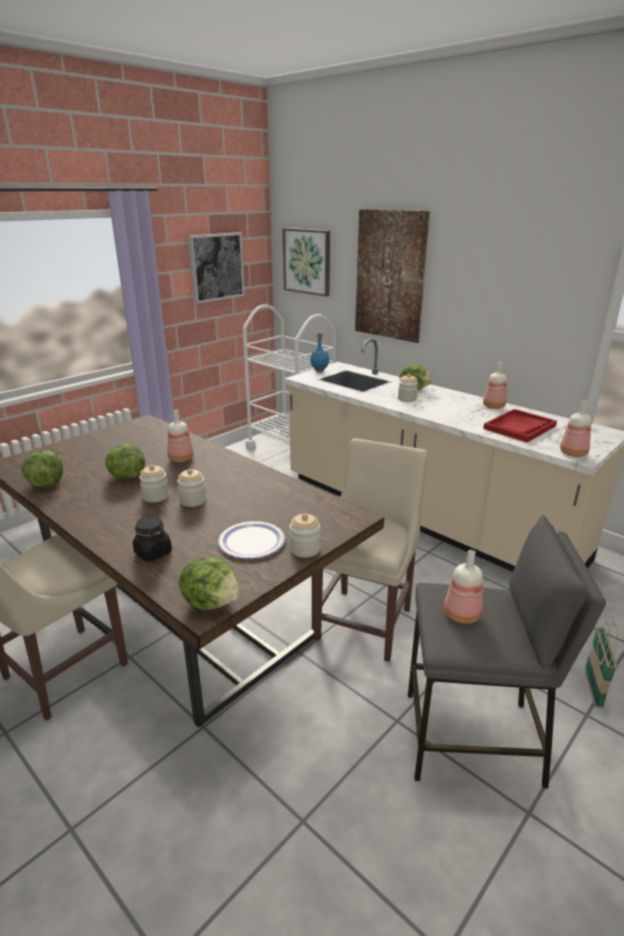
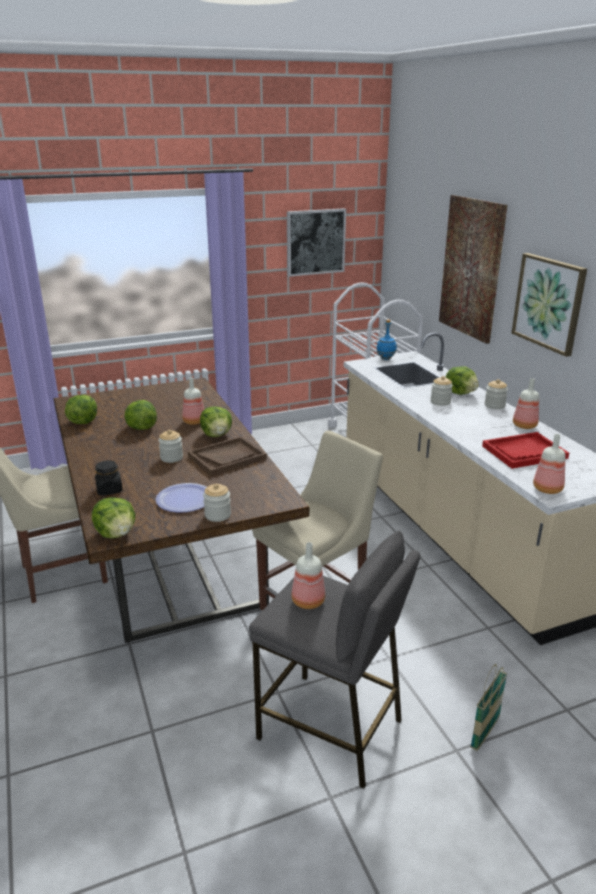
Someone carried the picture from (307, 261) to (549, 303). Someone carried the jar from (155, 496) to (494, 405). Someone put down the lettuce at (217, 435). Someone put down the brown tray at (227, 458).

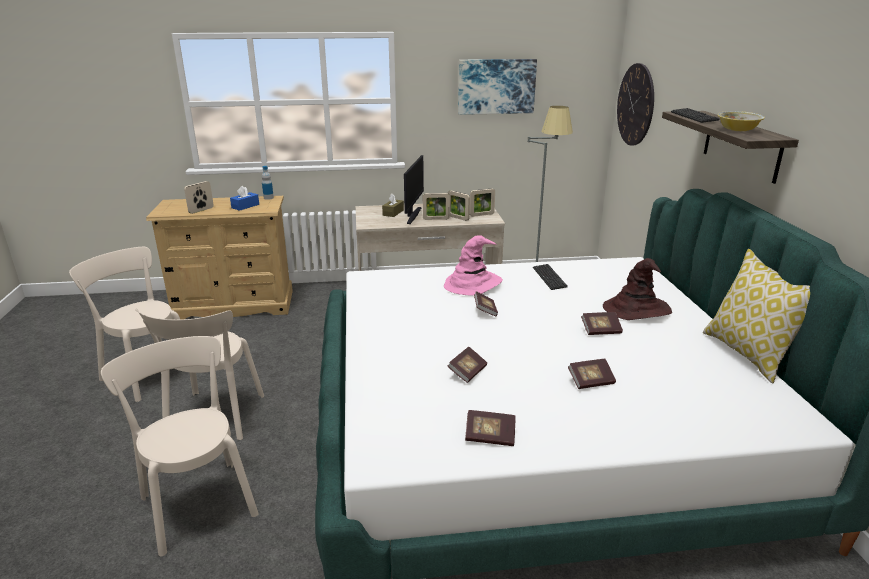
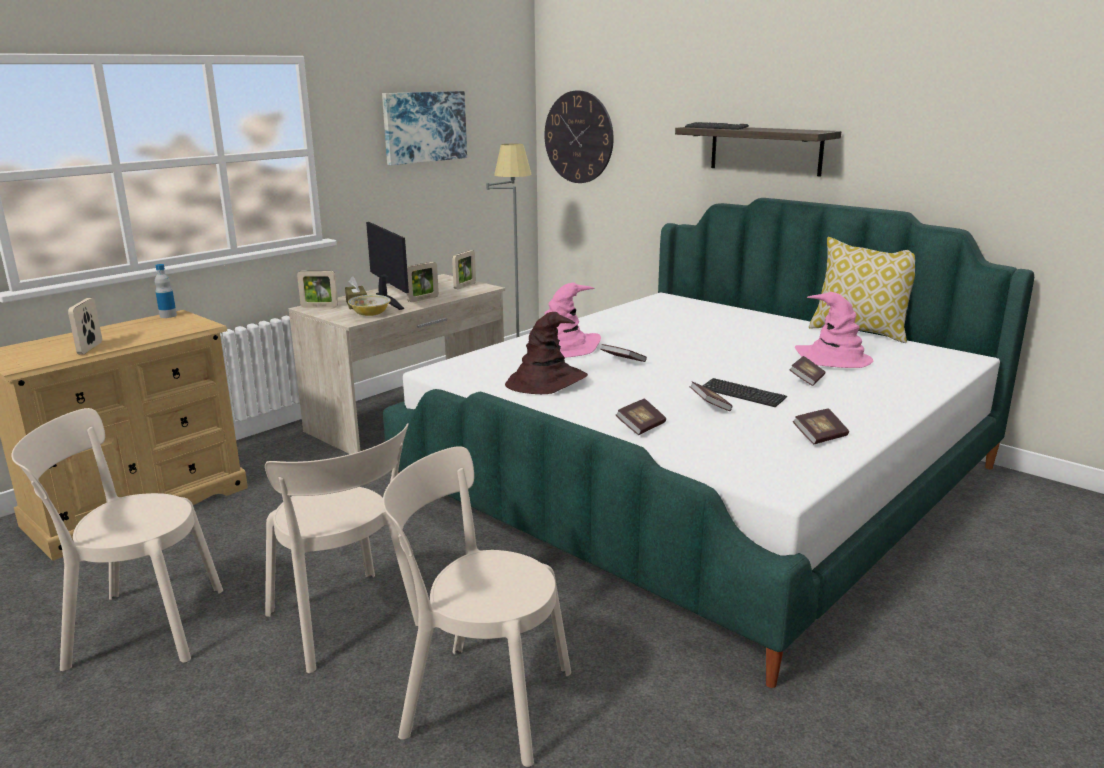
Someone carried the bowl from (737, 130) to (370, 314). Someone took away the blue tissue box at (245, 206). Someone carried the picture frame from (458, 218) to (319, 307). Someone carried the brown hat from (636, 309) to (546, 382). Someone carried the keyboard from (549, 278) to (742, 394). Someone carried the book from (601, 331) to (641, 427). Someone put down the pink hat at (833, 358).

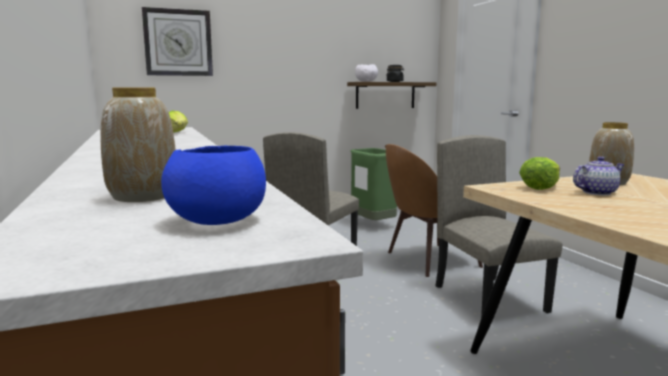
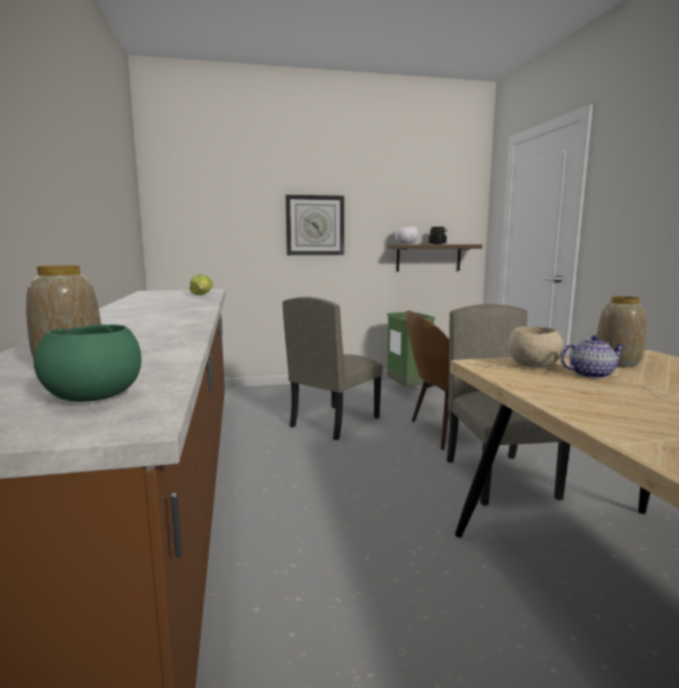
Someone carried the wall clock from (178, 43) to (315, 225). Someone repainted the blue bowl at (218, 220), which became the green bowl at (96, 396). Someone swapped the lettuce at (540, 187) for the beige bowl at (532, 365).

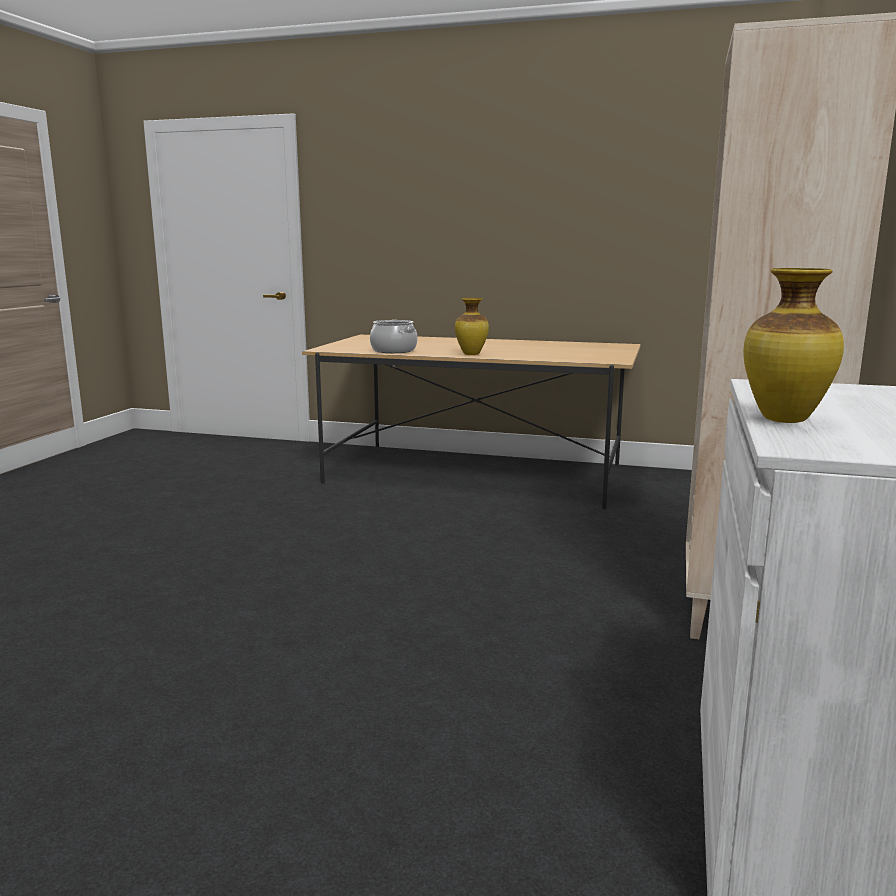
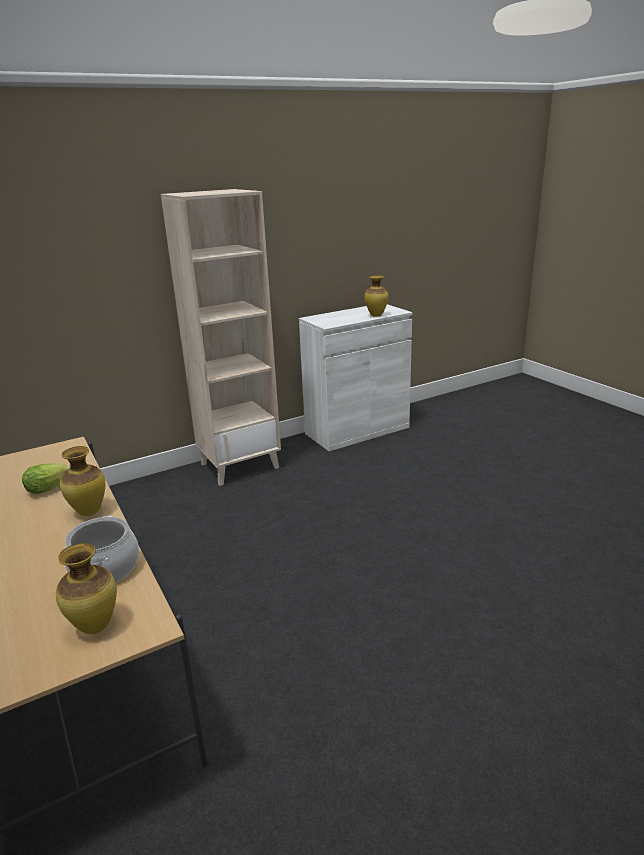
Someone put down the lettuce at (51, 488). Someone put down the vase at (96, 627).

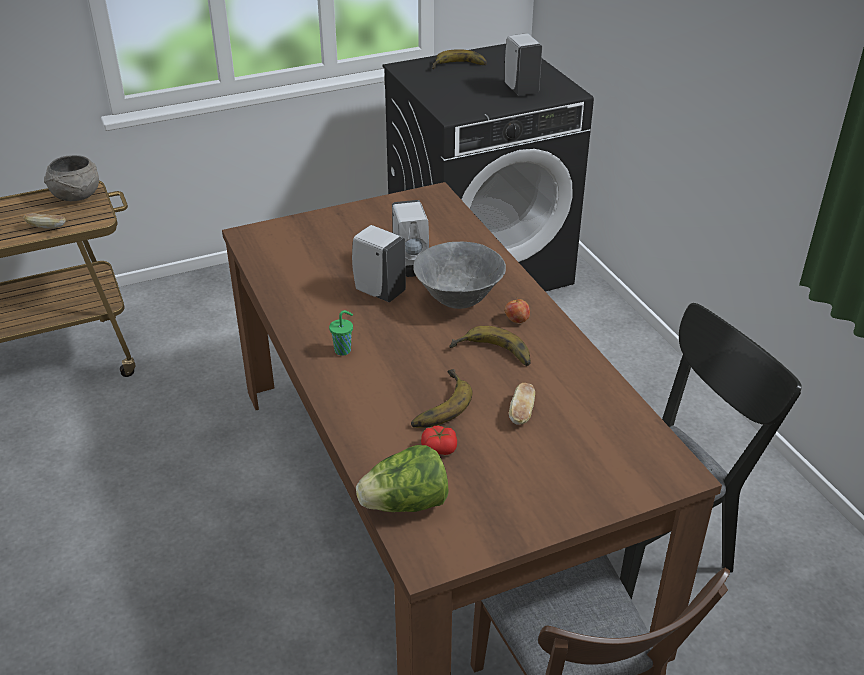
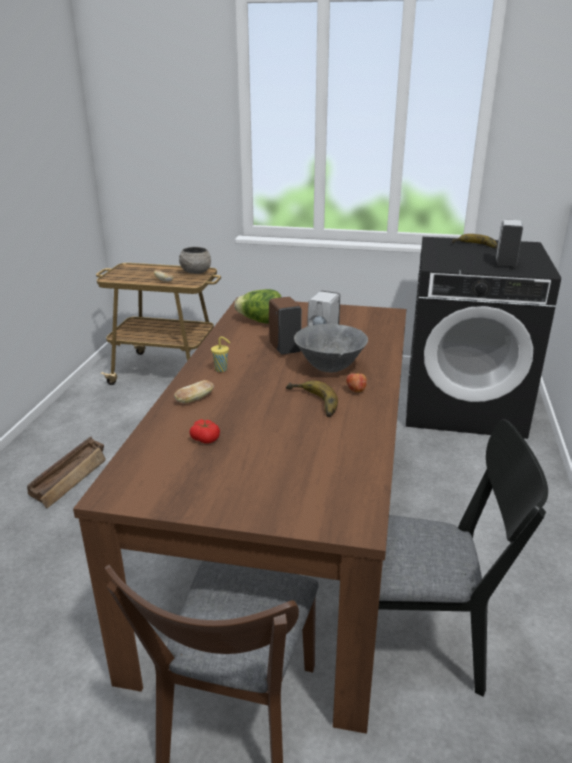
Someone repainted the white soap dispenser at (378, 291), which became the brown soap dispenser at (284, 348). Someone repainted the green cup at (343, 350), which became the yellow cup at (222, 369). Someone took away the banana at (436, 404). Someone carried the bread from (521, 412) to (195, 399). Someone carried the lettuce from (405, 504) to (260, 321). Someone put down the crate at (71, 477).

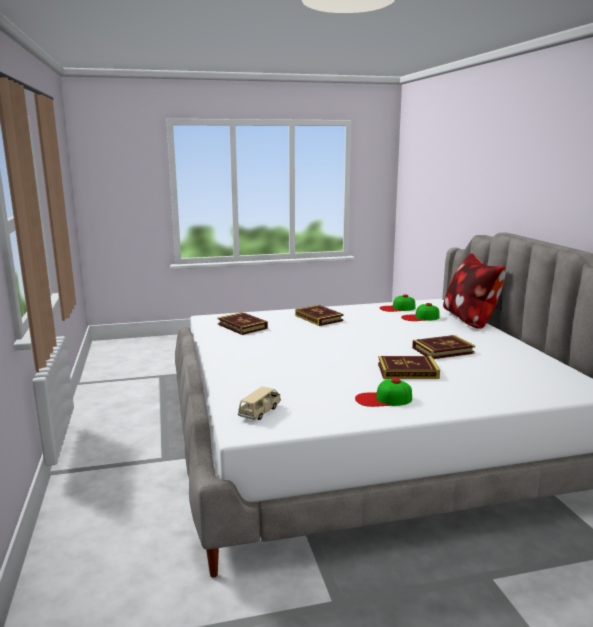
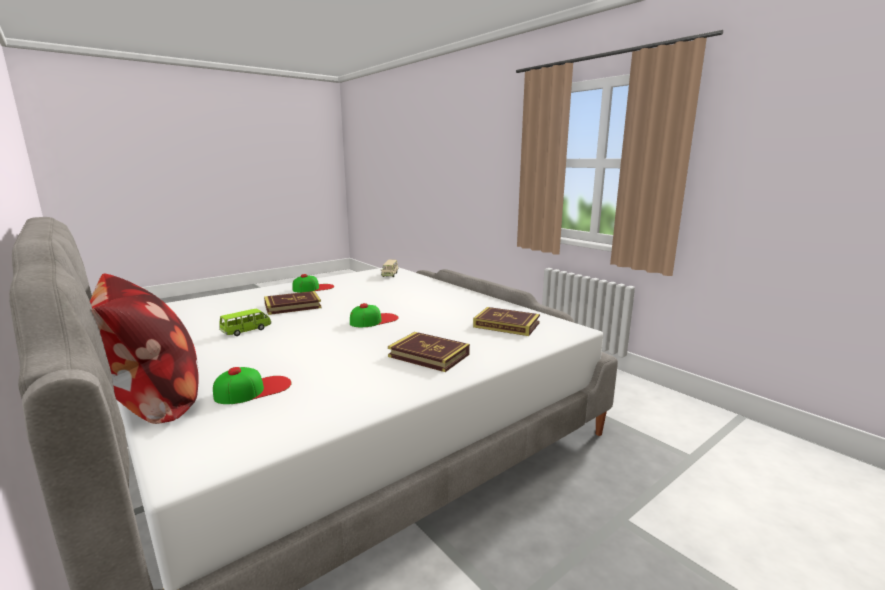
Someone carried the cap from (397, 308) to (374, 320). Someone swapped the book at (442, 350) for the green toy car at (246, 330).

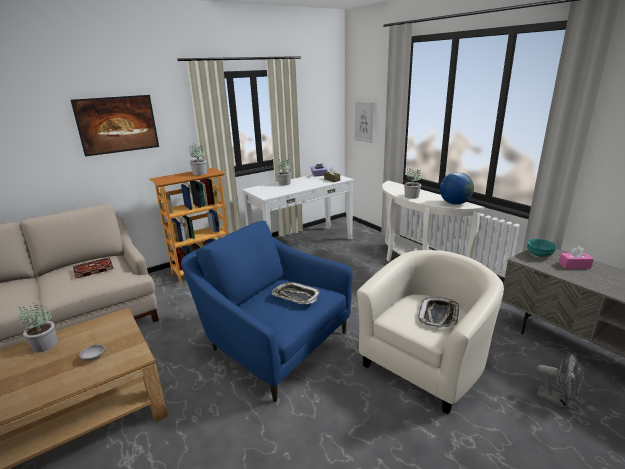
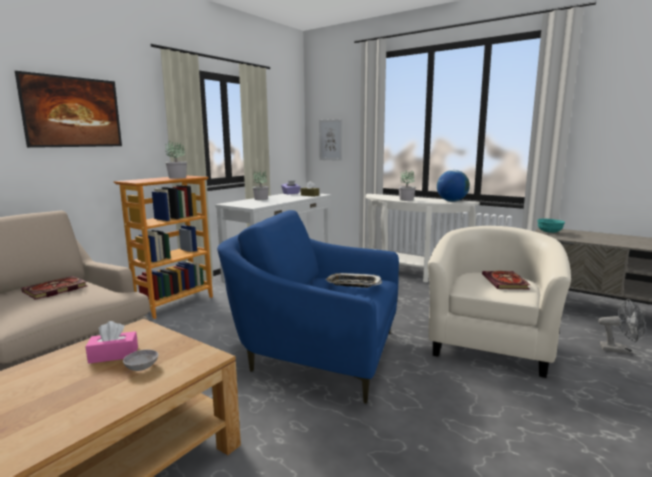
Someone carried the pink tissue box from (574, 265) to (113, 355). Someone swapped the tray at (439, 315) for the book at (506, 282). Someone took away the potted plant at (44, 345).

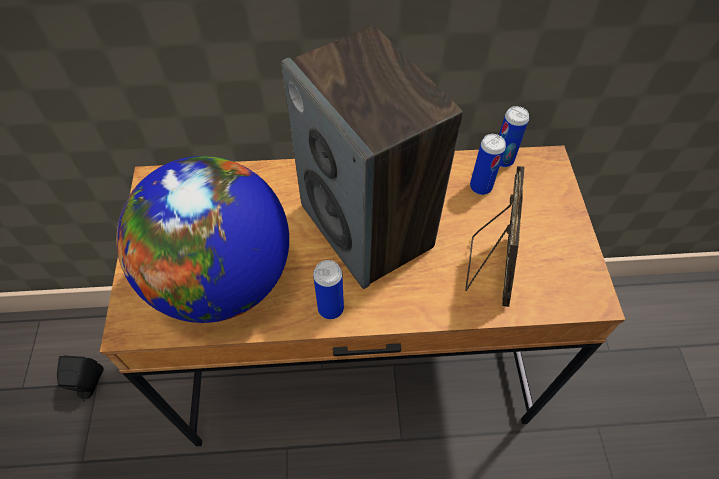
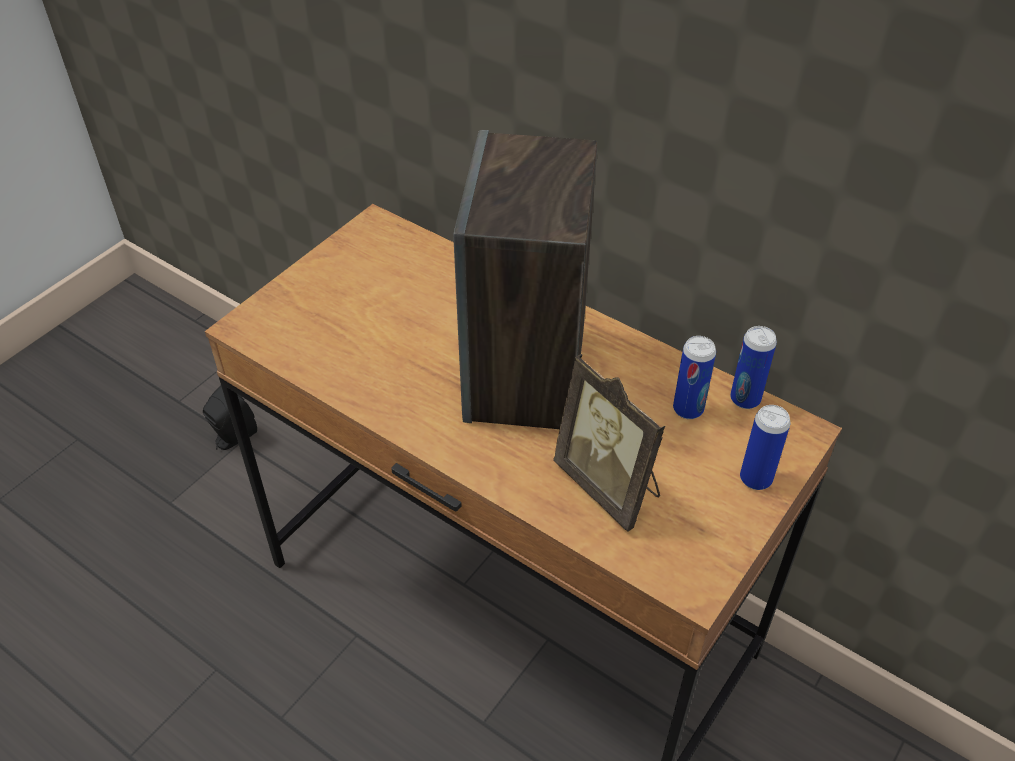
Someone took away the globe at (222, 279). Someone rotated the picture frame at (489, 268) by 90 degrees clockwise. Someone carried the can from (330, 308) to (755, 478).

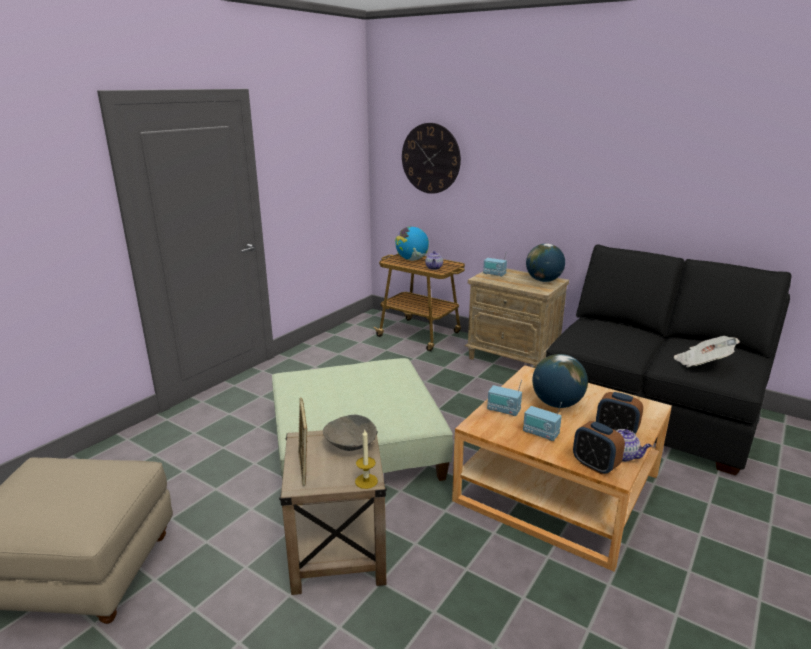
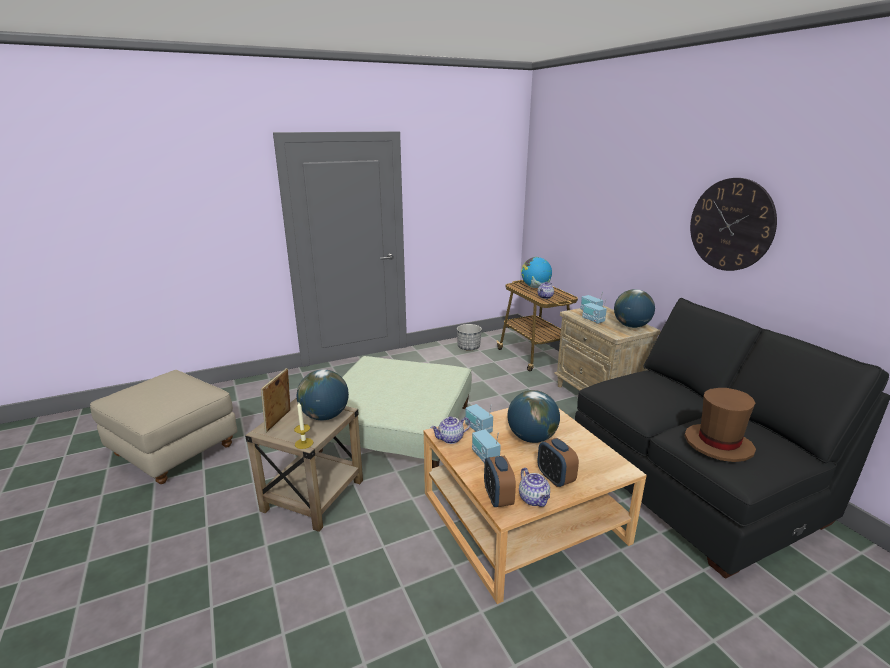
Someone carried the wall clock from (430, 158) to (731, 225). Someone swapped the newspaper at (702, 364) for the brown hat at (718, 444). Someone swapped the grey bowl at (350, 445) for the globe at (325, 416). Someone put down the radio at (593, 320). Someone put down the planter at (468, 347). Someone put down the teapot at (450, 439).

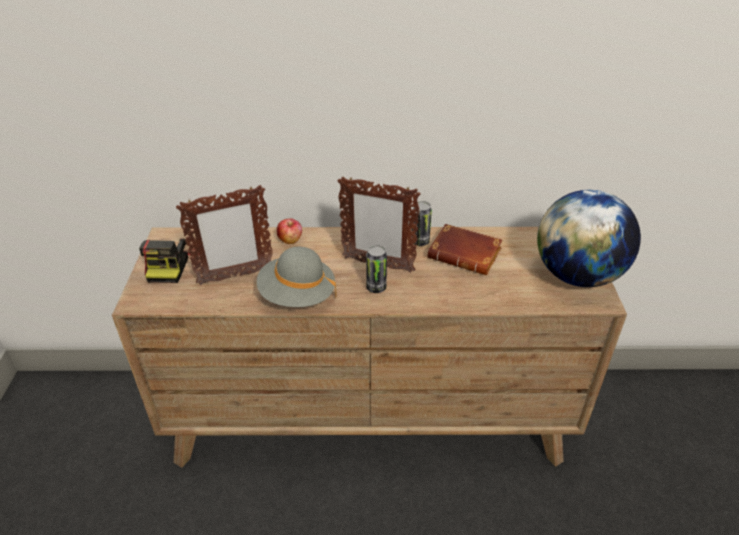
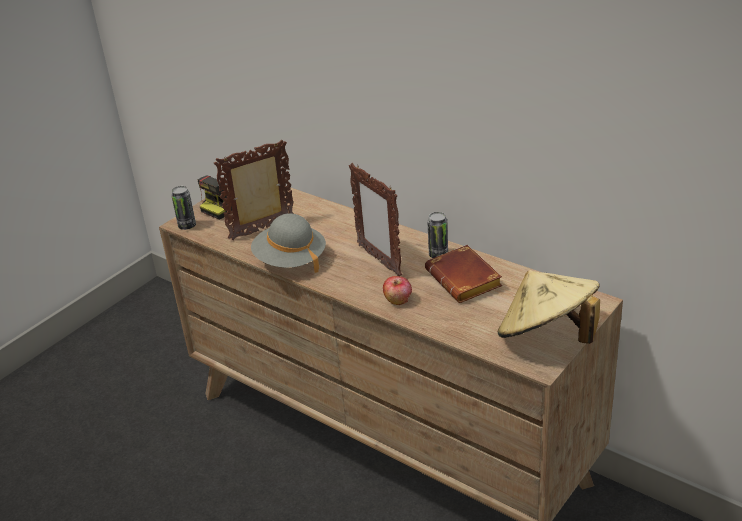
Someone rotated the picture frame at (235, 276) by 135 degrees clockwise. Someone swapped the globe at (577, 275) for the beige hat at (547, 336). Someone carried the apple from (290, 240) to (398, 300). Someone carried the can from (376, 287) to (187, 226).

